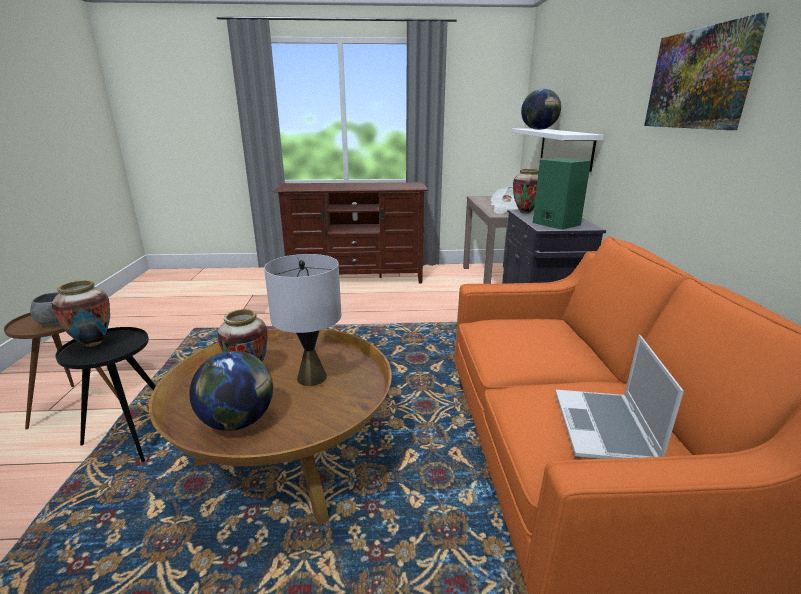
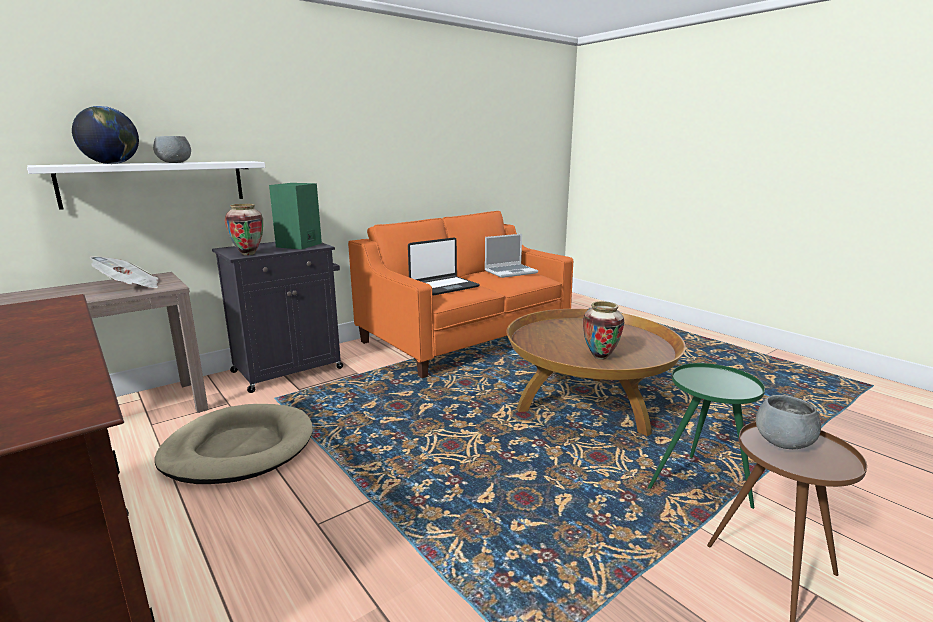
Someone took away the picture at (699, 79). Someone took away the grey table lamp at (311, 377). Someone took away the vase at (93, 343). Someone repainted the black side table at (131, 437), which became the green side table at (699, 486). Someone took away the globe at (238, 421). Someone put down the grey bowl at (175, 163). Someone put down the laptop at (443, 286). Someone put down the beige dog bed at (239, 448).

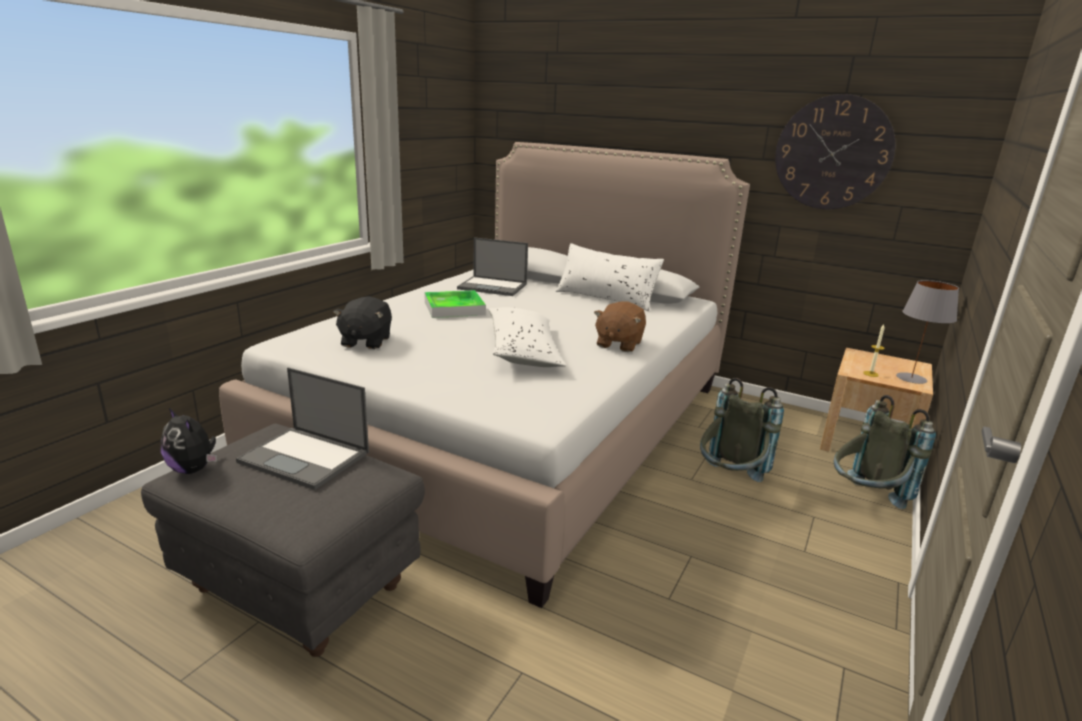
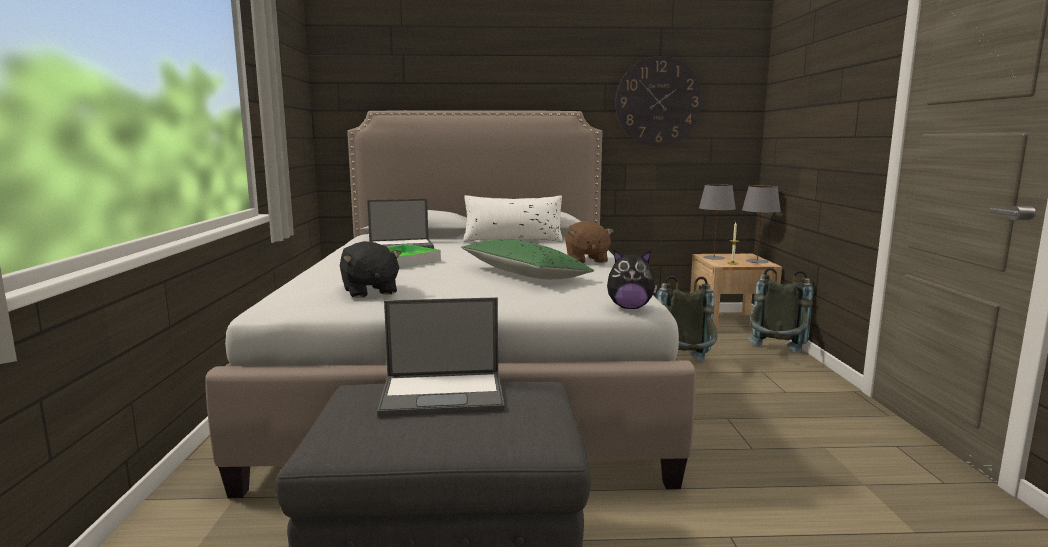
Someone repainted the white pillow at (523, 350), which became the green pillow at (524, 274). Someone carried the plush toy from (194, 469) to (630, 307). Someone put down the grey table lamp at (714, 257).

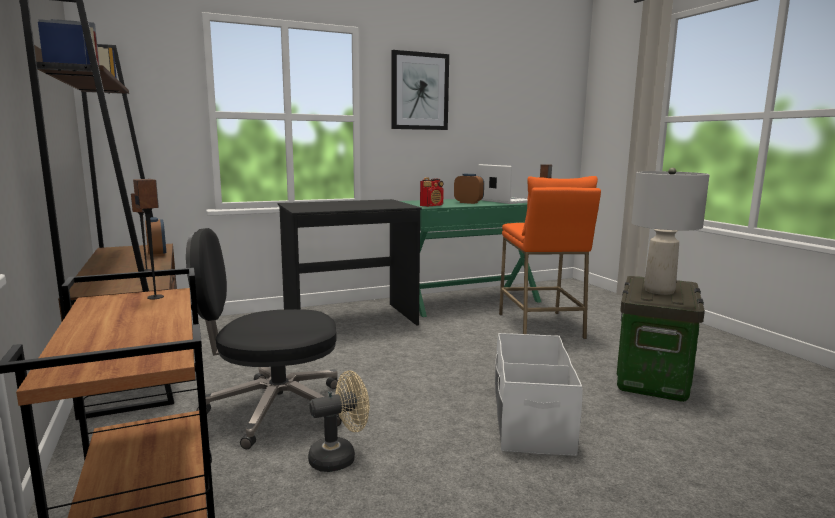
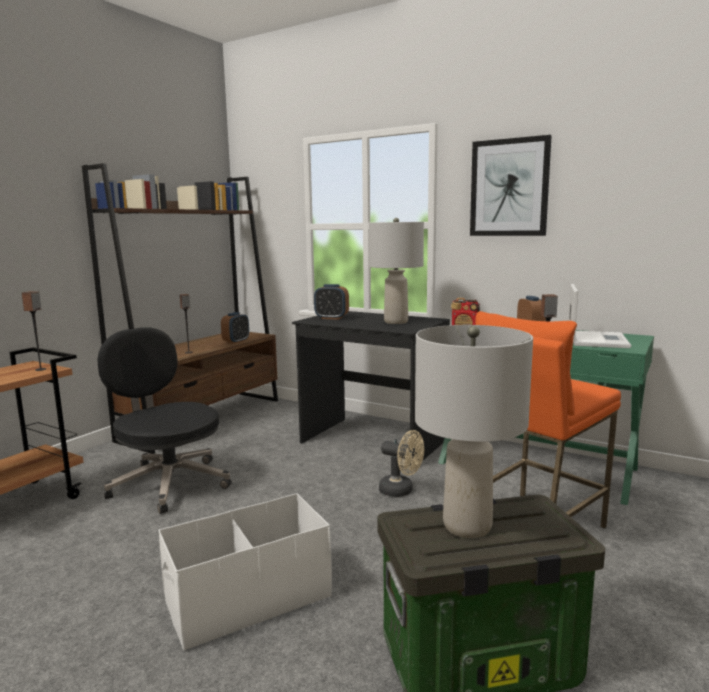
Someone carried the beige fan from (339, 457) to (401, 491). Someone put down the grey table lamp at (396, 322). Someone put down the alarm clock at (331, 318).

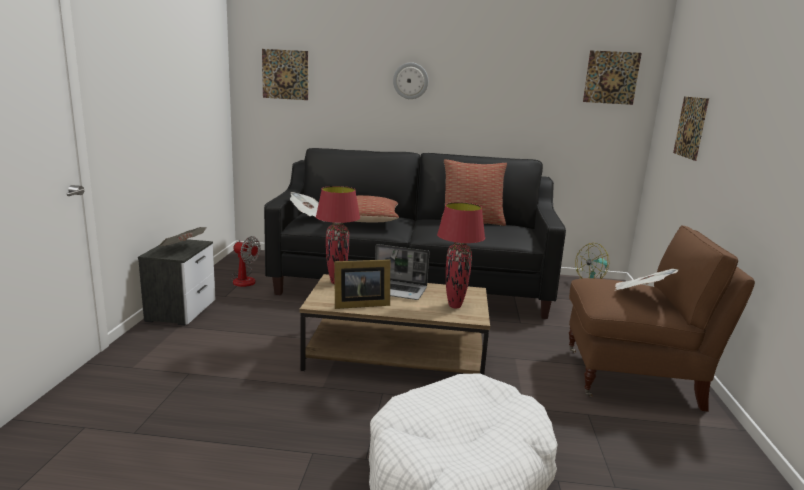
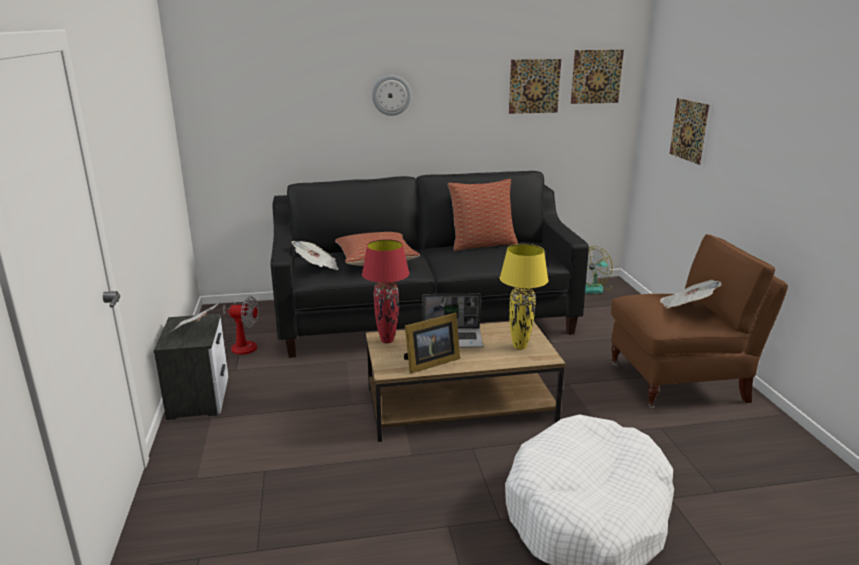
Someone carried the picture from (285, 74) to (534, 86). Someone repainted the red table lamp at (455, 306), which became the yellow table lamp at (520, 347).

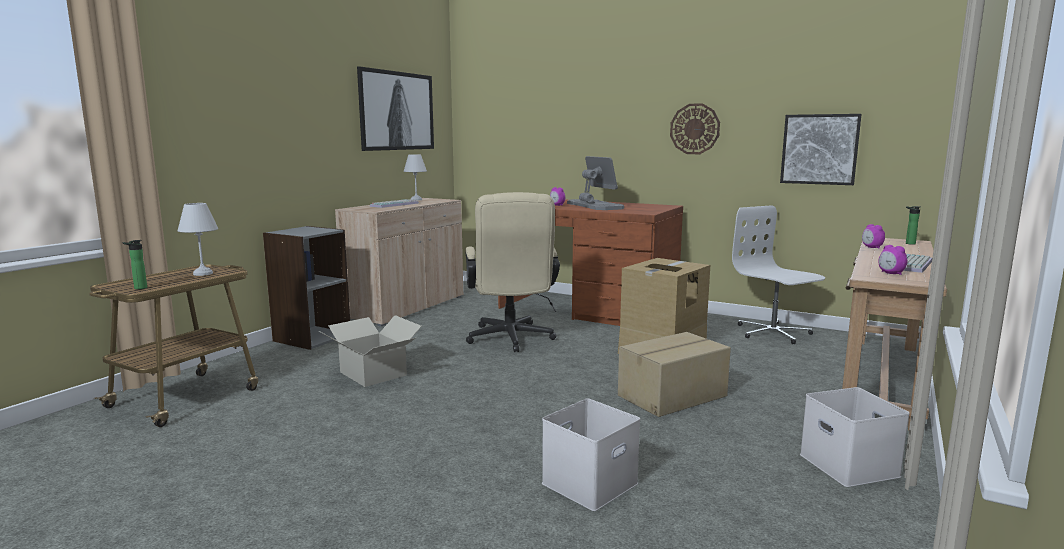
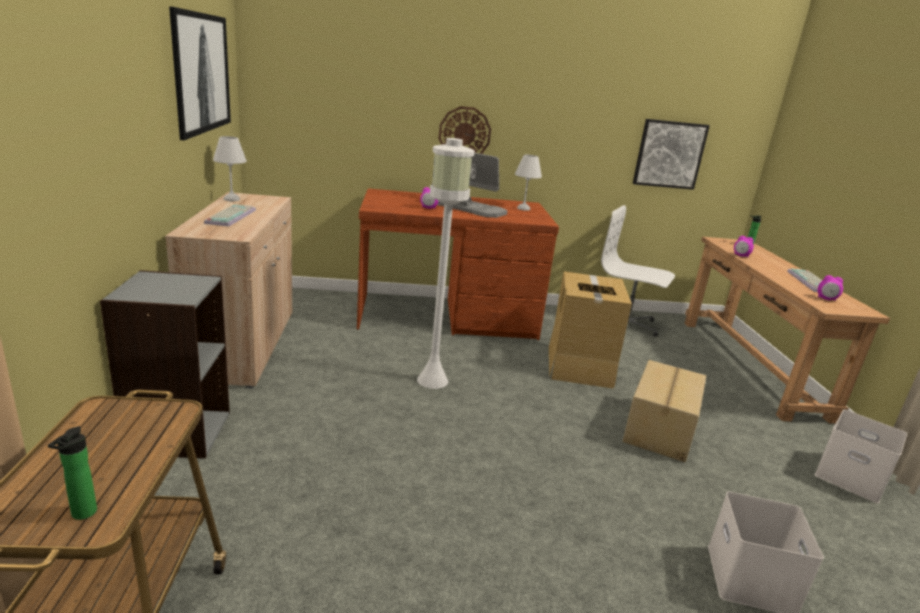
Someone carried the wall clock from (694, 129) to (464, 133). Someone swapped the beige office chair at (511, 340) for the white floor lamp at (432, 380). Someone carried the white table lamp from (203, 273) to (523, 208). Someone took away the cardboard box at (373, 373).

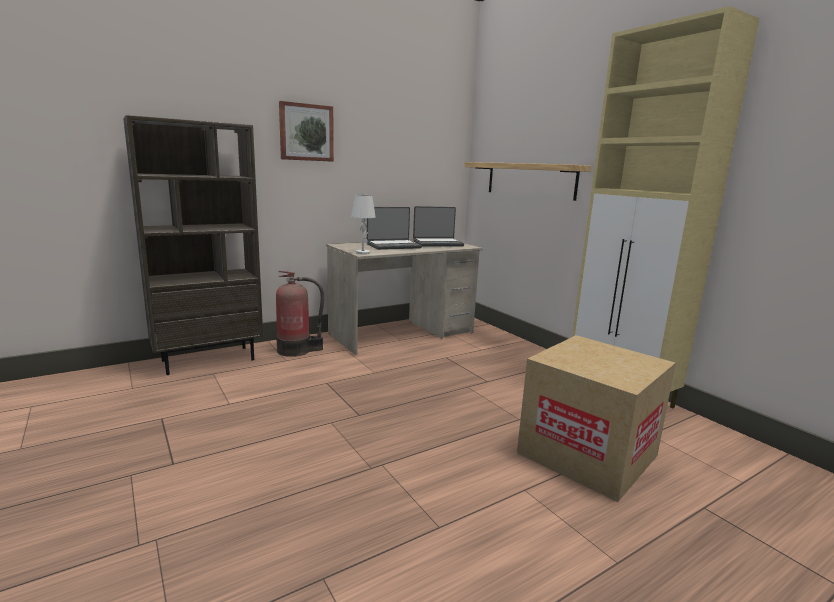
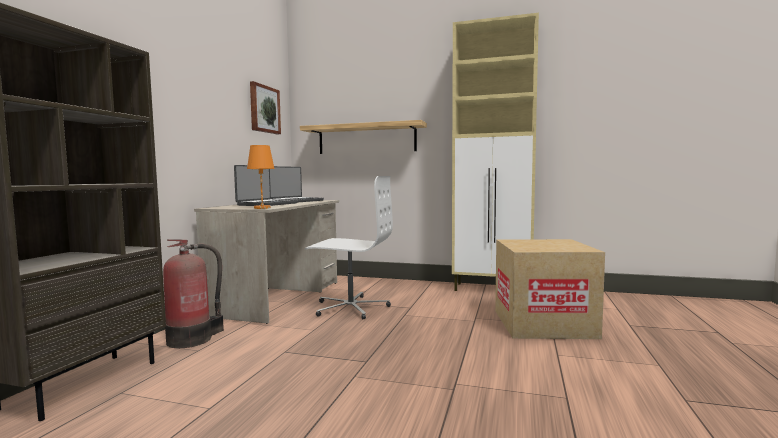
Someone carried the picture from (306, 132) to (264, 109). Someone repainted the white table lamp at (362, 253), which became the orange table lamp at (262, 208). Someone put down the white office chair at (350, 307).

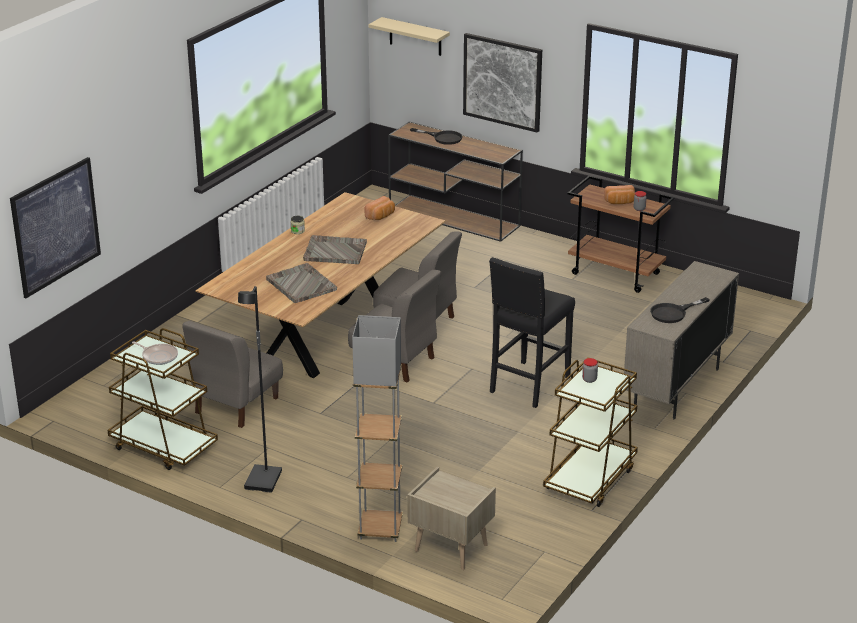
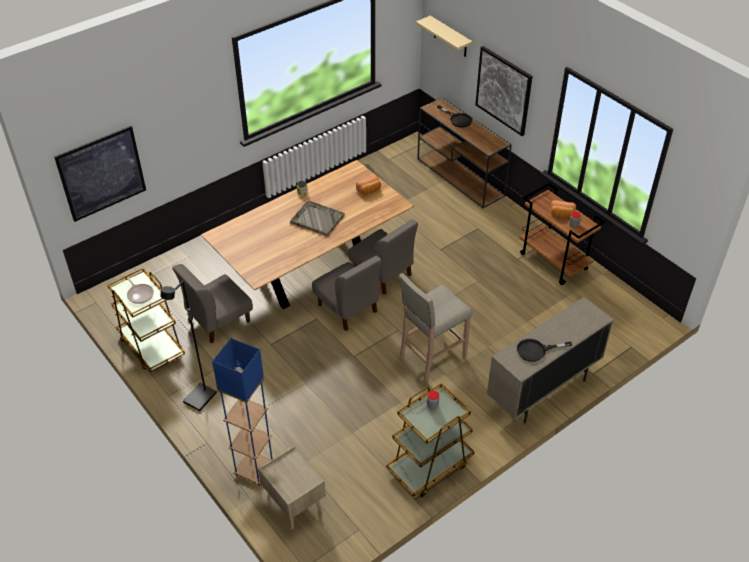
Someone repainted the black stool at (528, 385), which became the beige stool at (431, 357). Someone took away the grey tray at (301, 284). Someone repainted the grey floor lamp at (380, 529), which became the blue floor lamp at (254, 470).

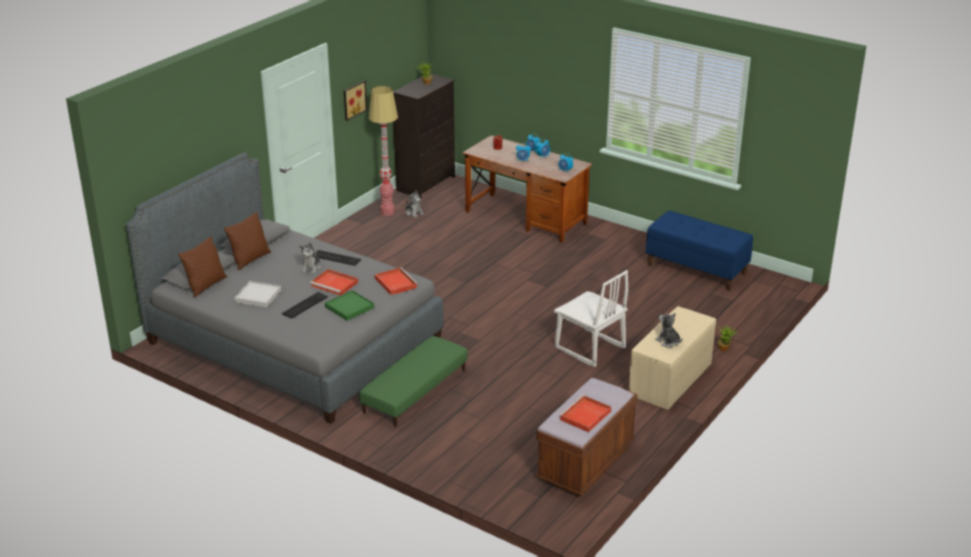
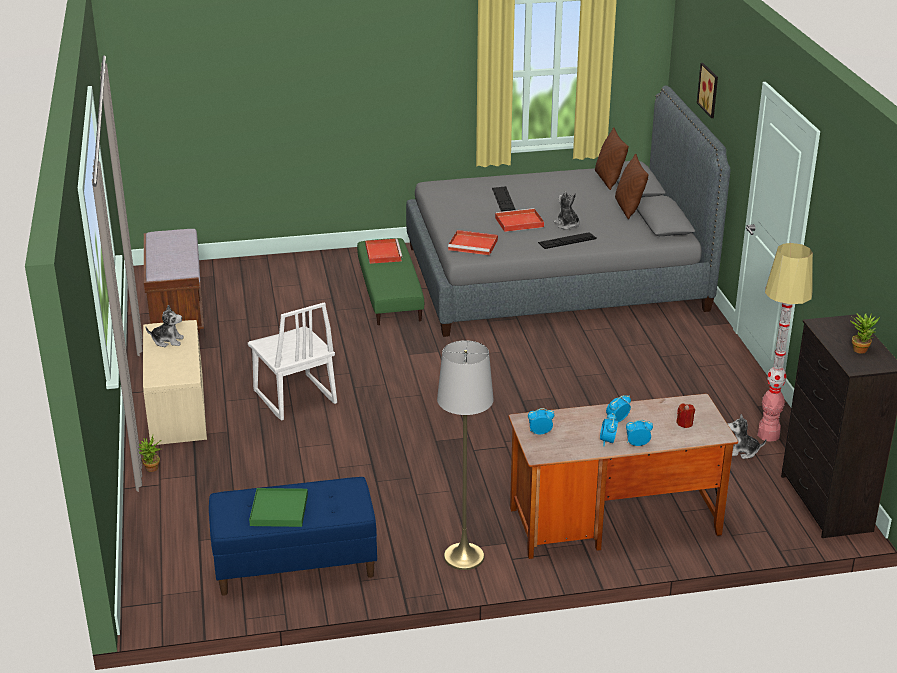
Someone carried the picture from (353, 100) to (710, 90). Someone rotated the white chair at (589, 348) by 120 degrees counterclockwise. Someone took away the white tray at (258, 296). Someone carried the green tray from (349, 307) to (279, 510). Someone carried the red tray from (585, 416) to (383, 253). Someone put down the grey floor lamp at (464, 556).

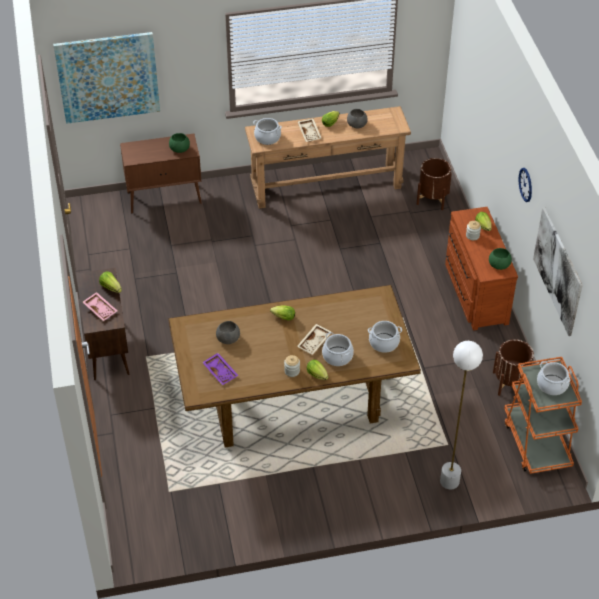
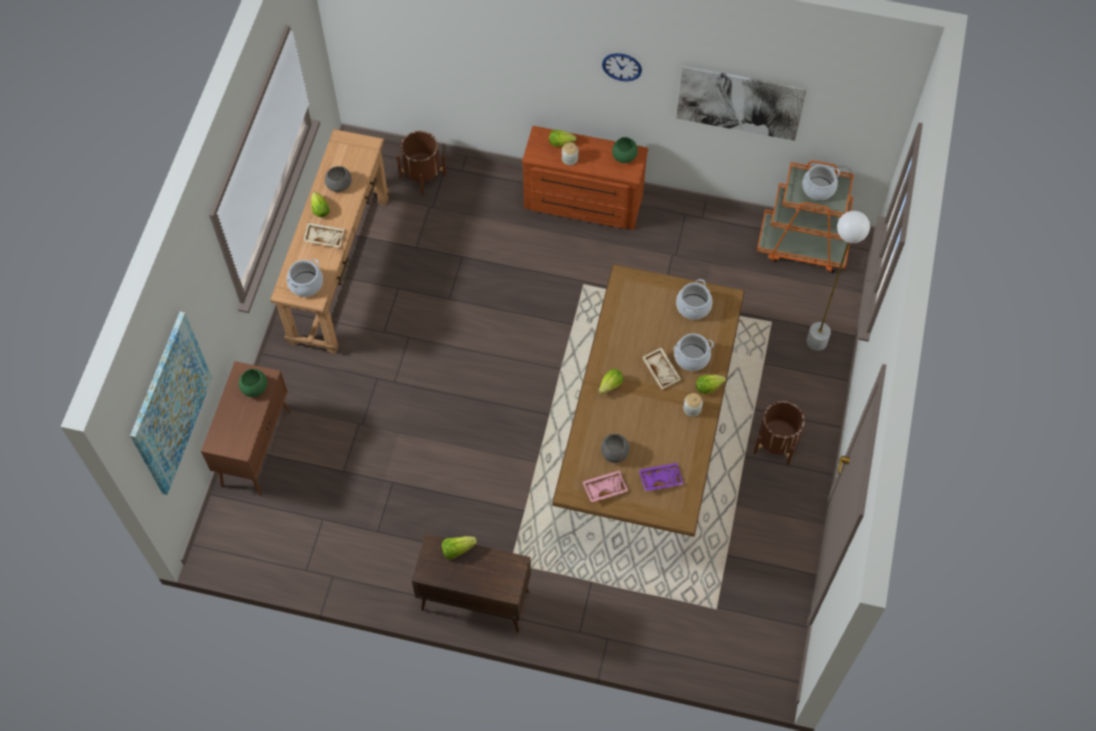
Someone carried the pink tray from (101, 309) to (604, 488). Someone carried the brown planter from (510, 382) to (776, 443).

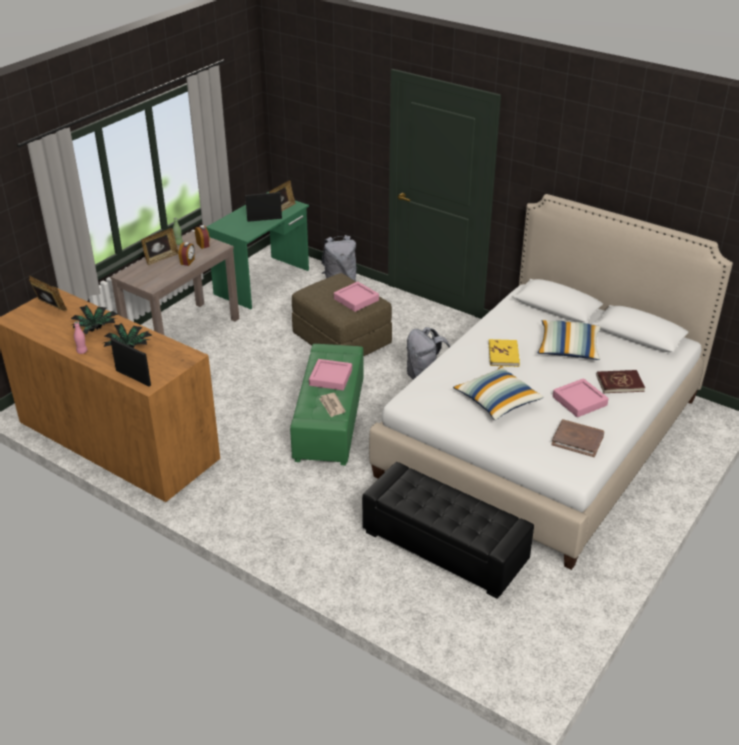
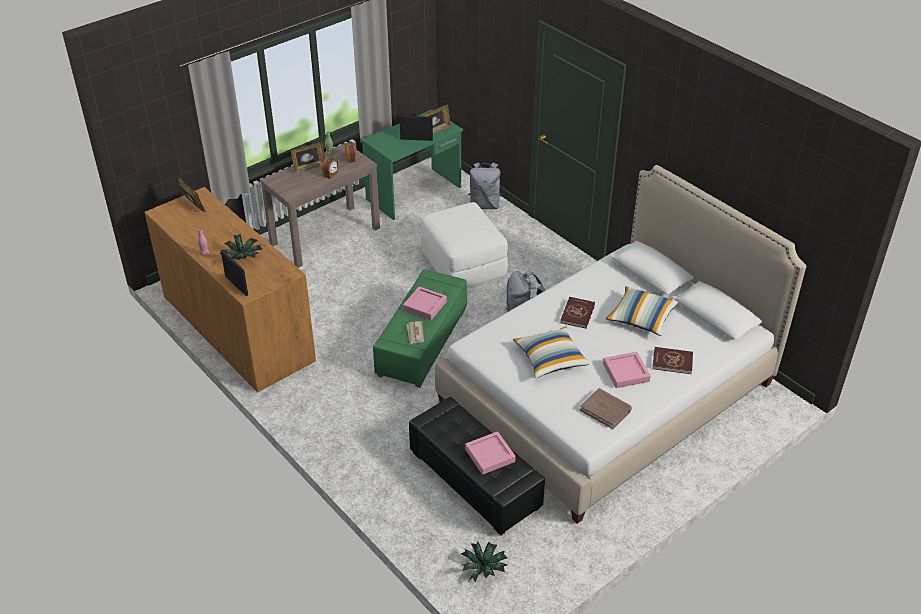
Someone repainted the brown ottoman at (342, 340), which became the white ottoman at (463, 265). Someone carried the pink tray from (356, 299) to (490, 455). Someone carried the potted plant from (96, 330) to (484, 569). Someone repainted the yellow book at (503, 355), which became the red book at (577, 314).

